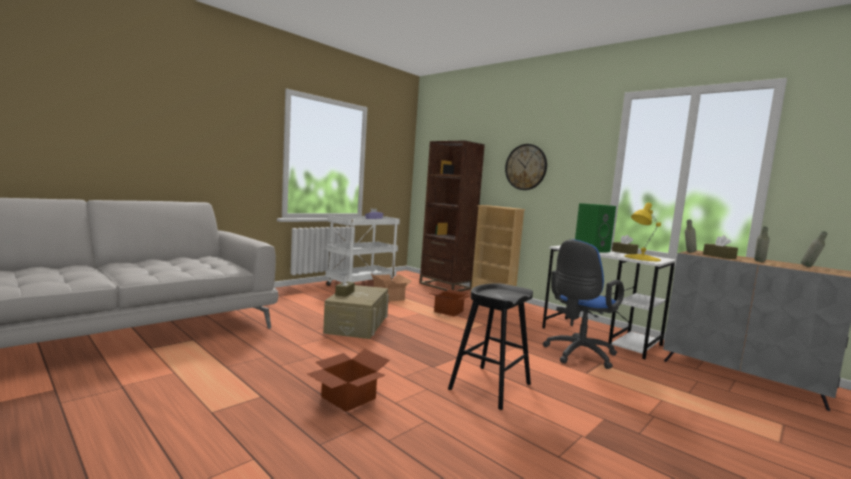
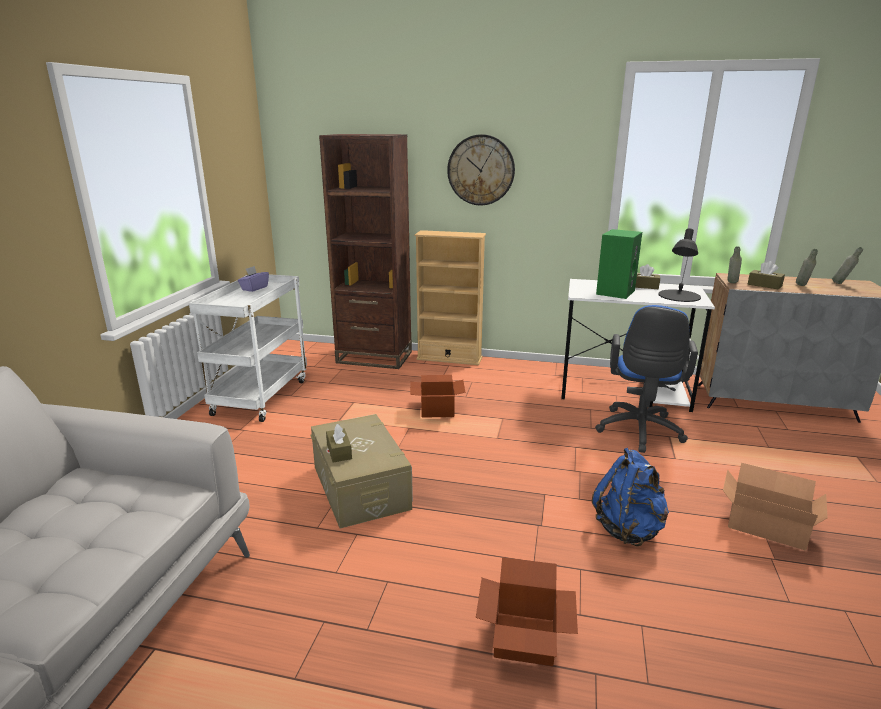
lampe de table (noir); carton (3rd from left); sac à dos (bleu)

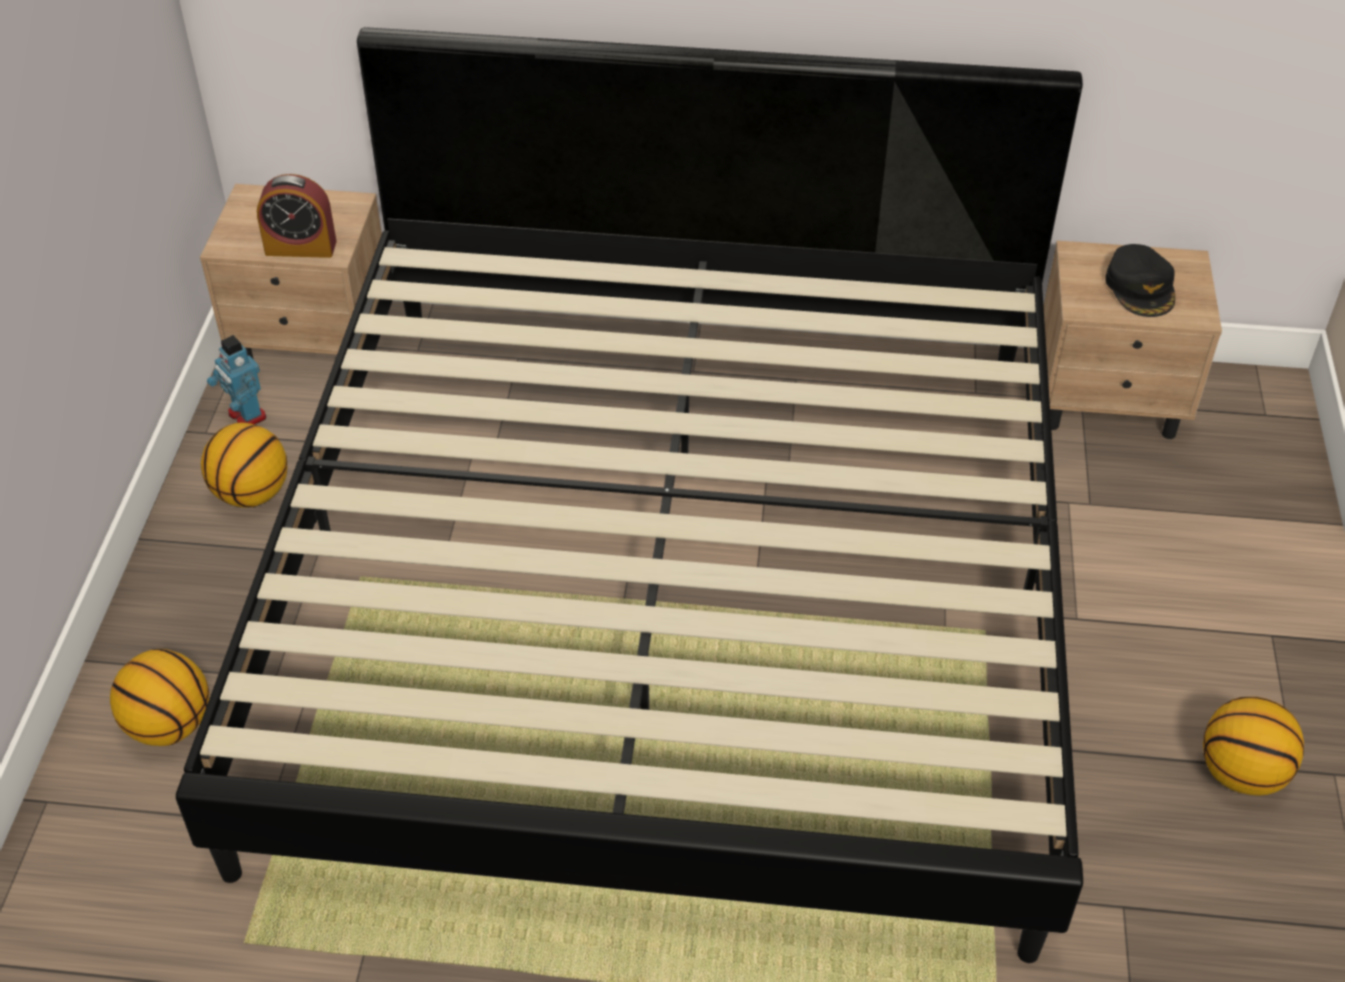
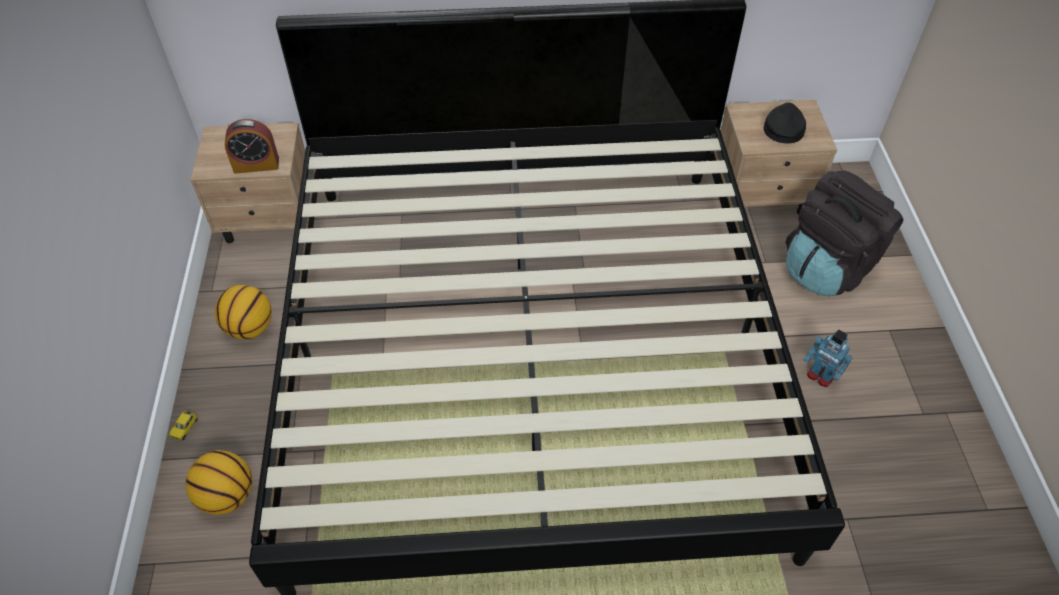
casquette (noir); robot jouet; ballon de basket (3rd from left in the first image); sac à dos (noir); petite voiture

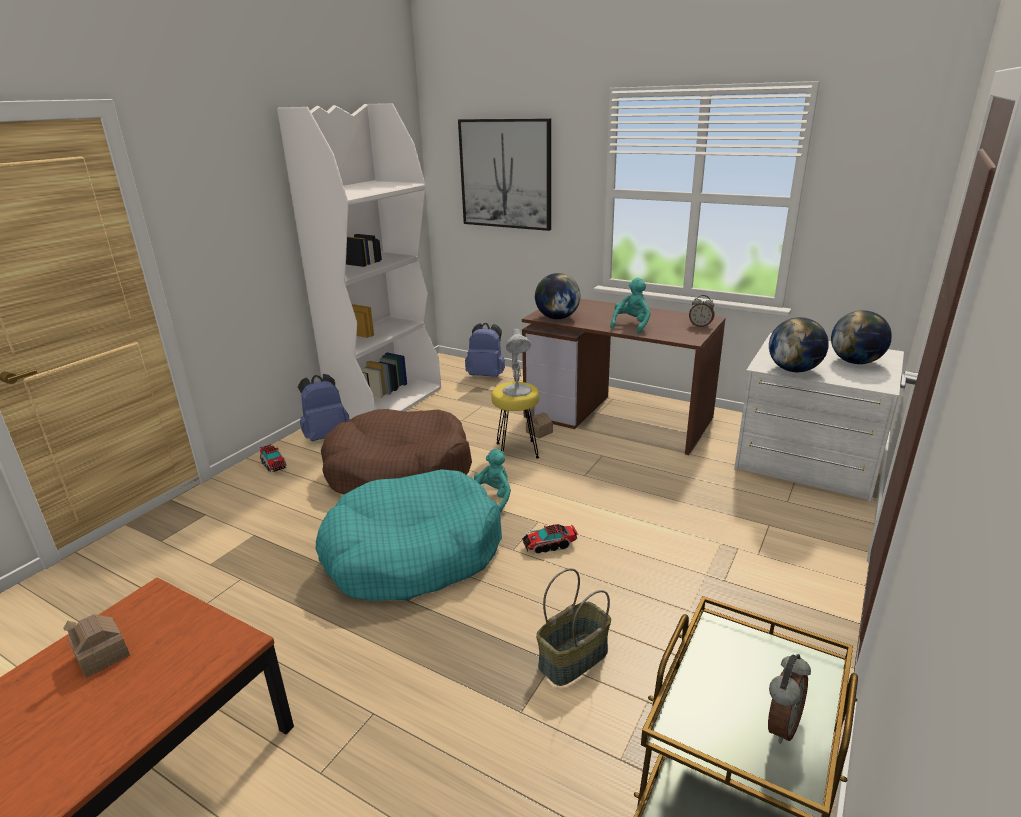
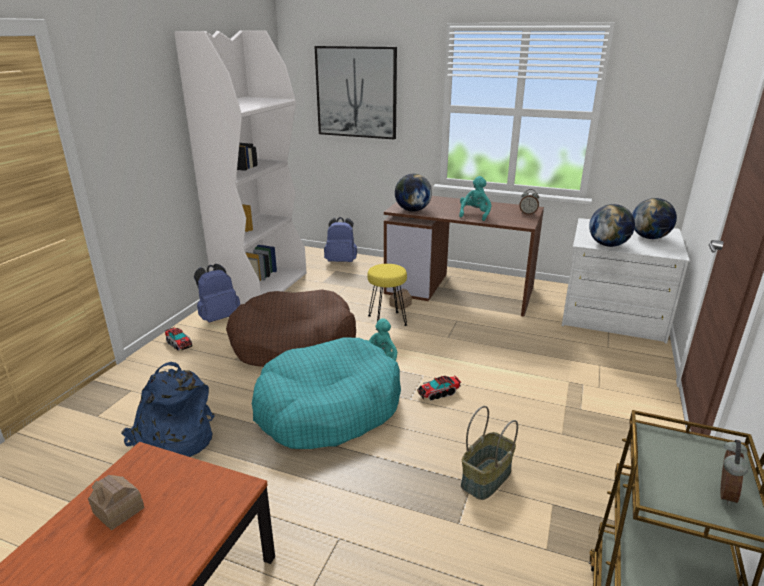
lampe de table (blanc); sac à dos (bleu) (1st from left)

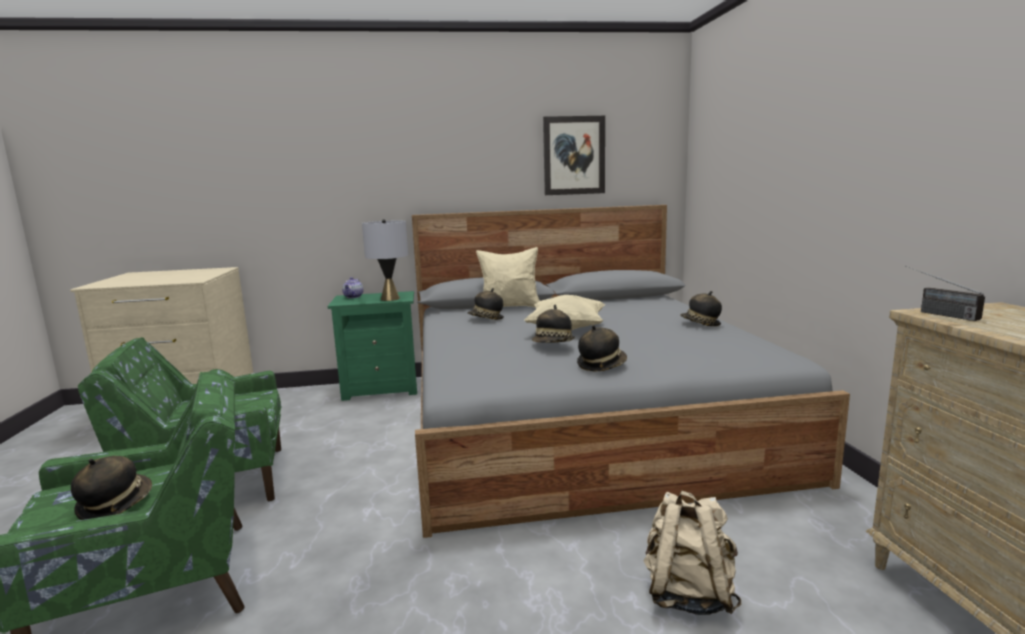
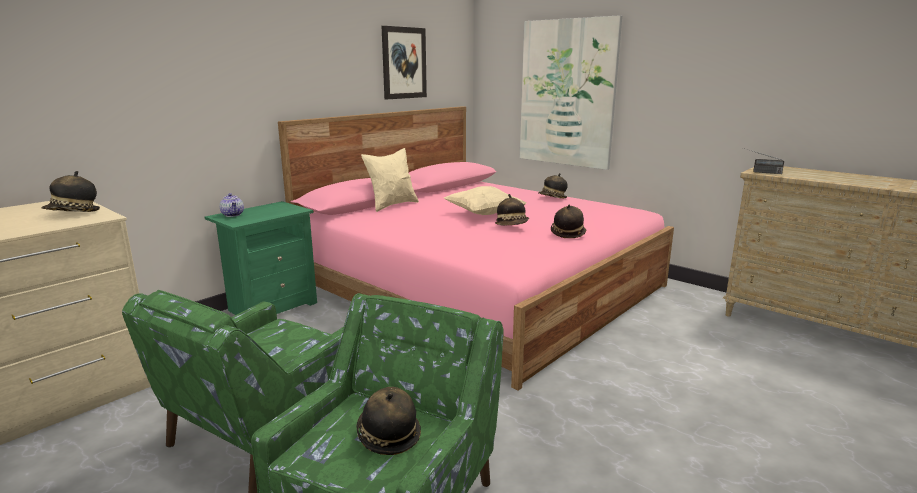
lit (rose); lampe de table (gris); chapeau (1st from left); sac à dos (beige); tableau (2nd from left)

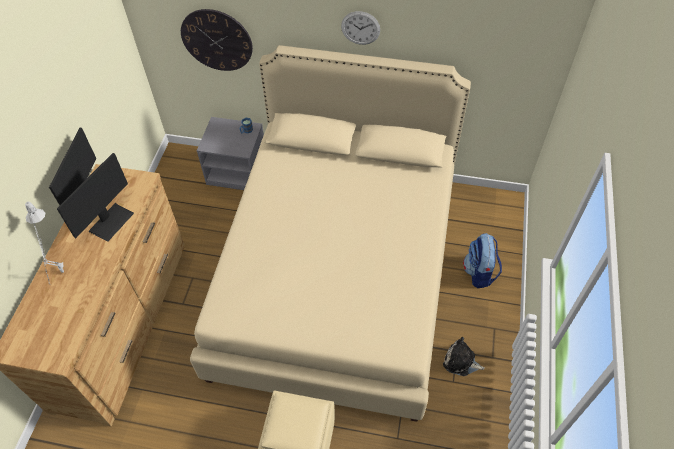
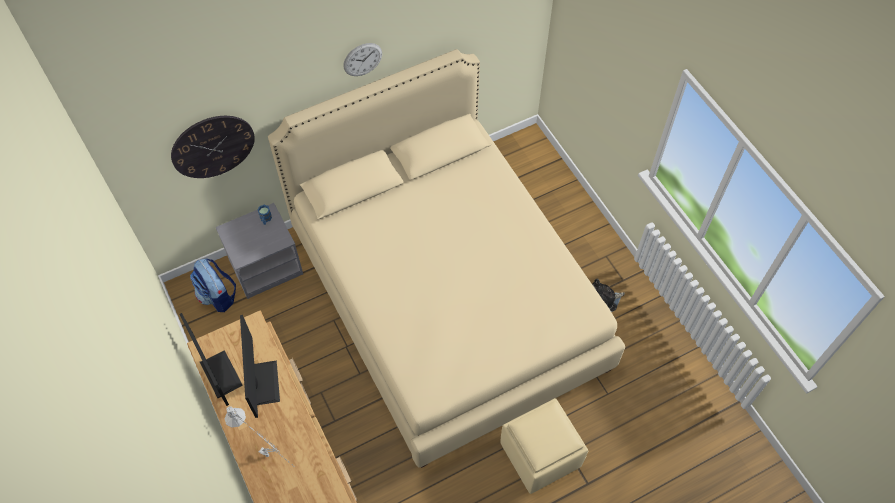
sac à dos

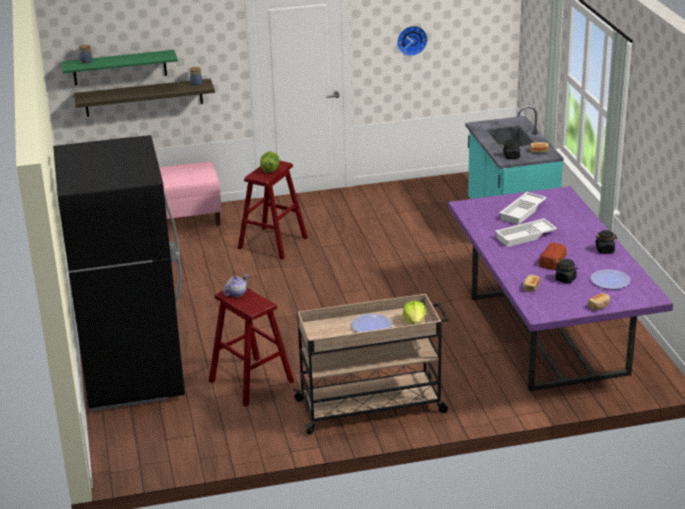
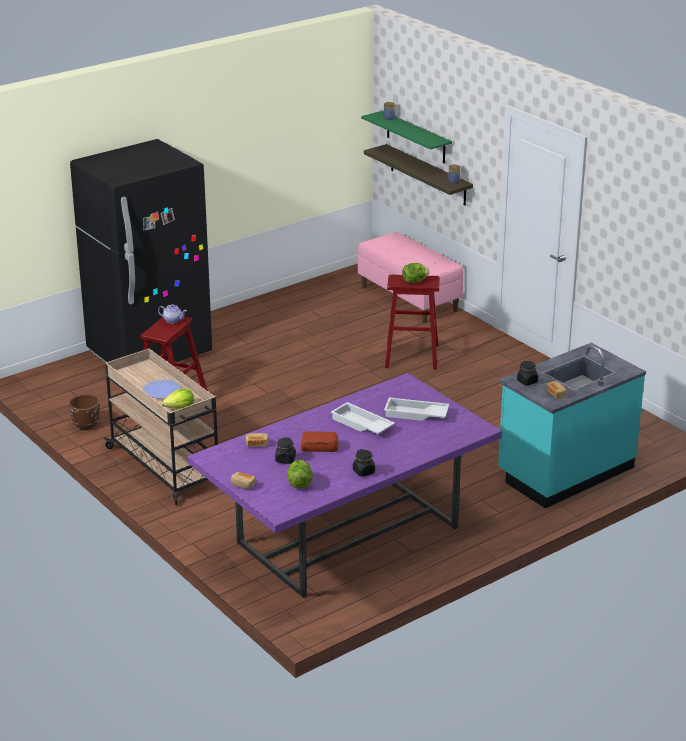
horloge murale; laitue (2nd from left); cache-pot (marron)

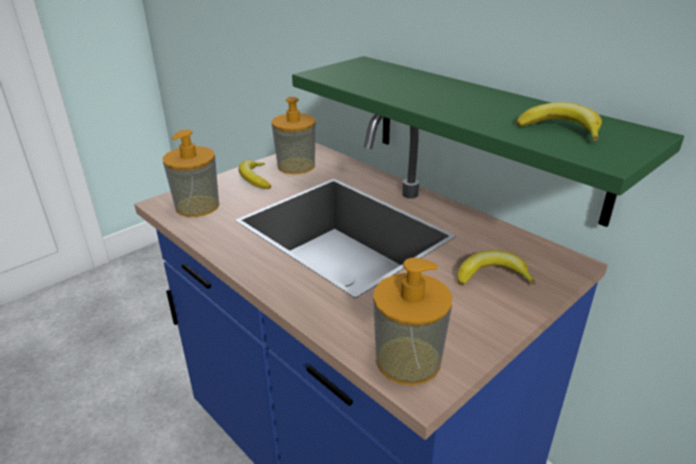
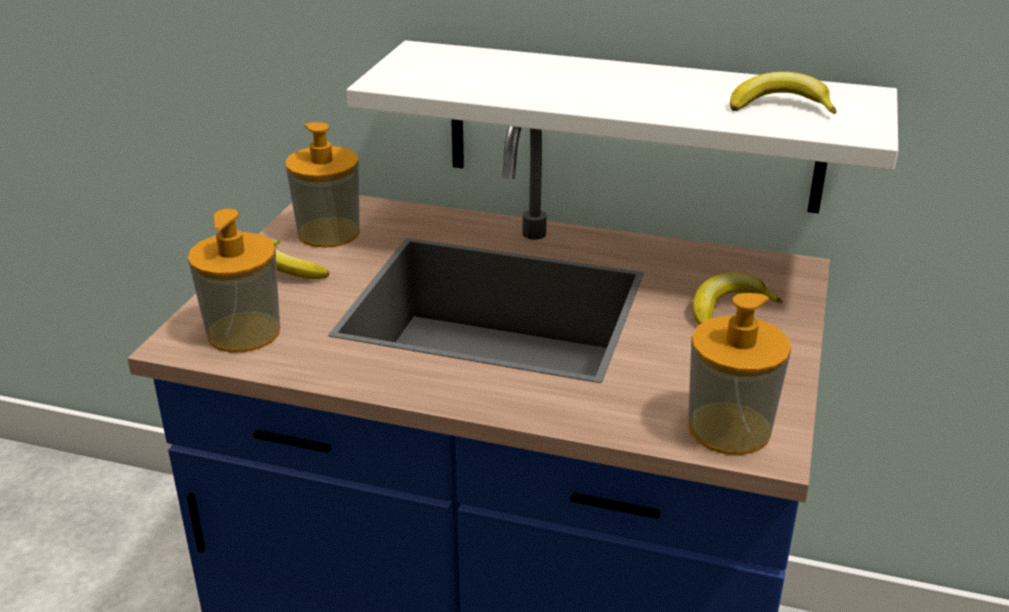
étagère (blanc)

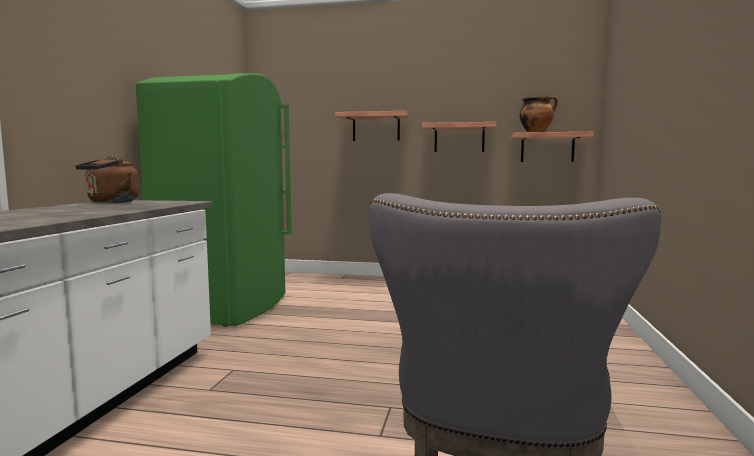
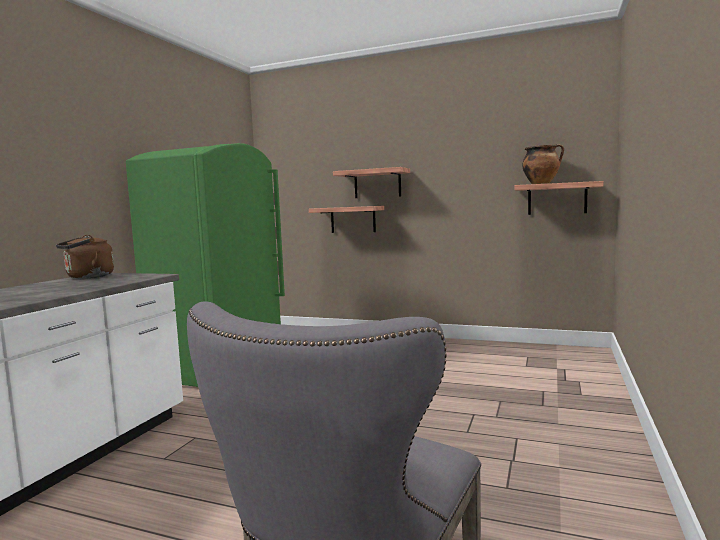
étagère (1st from left)

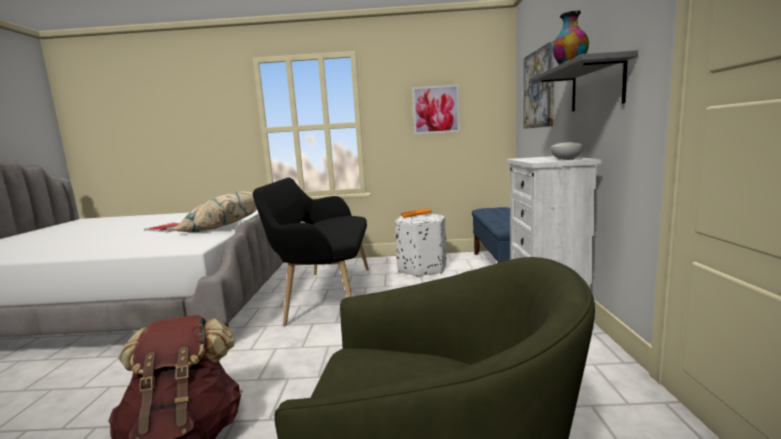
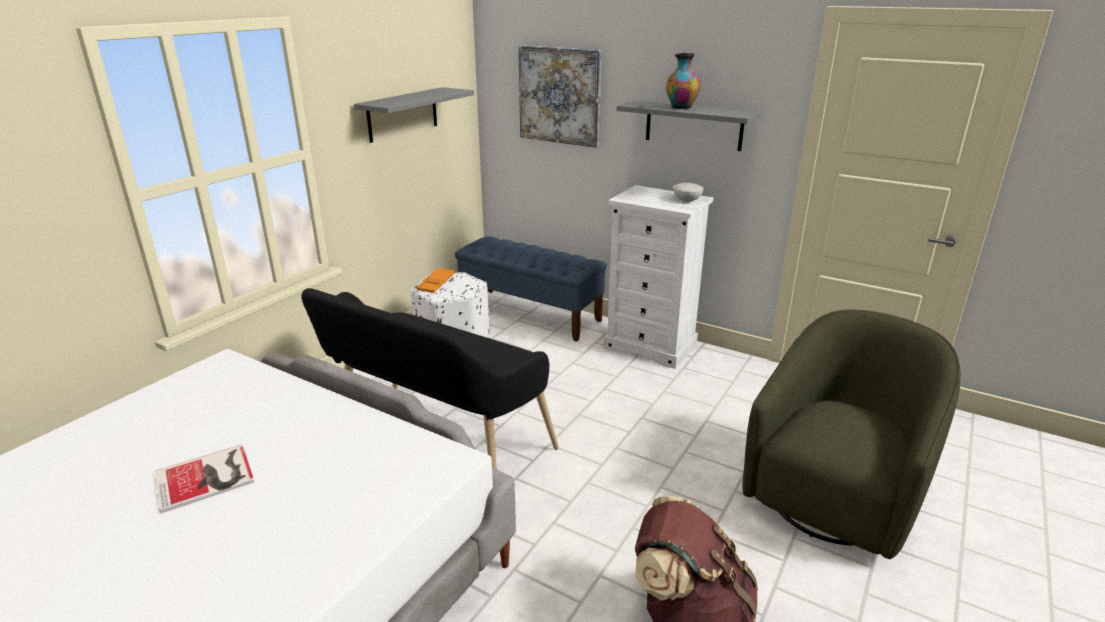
étagère (gris) (1st from left); coussin (beige)

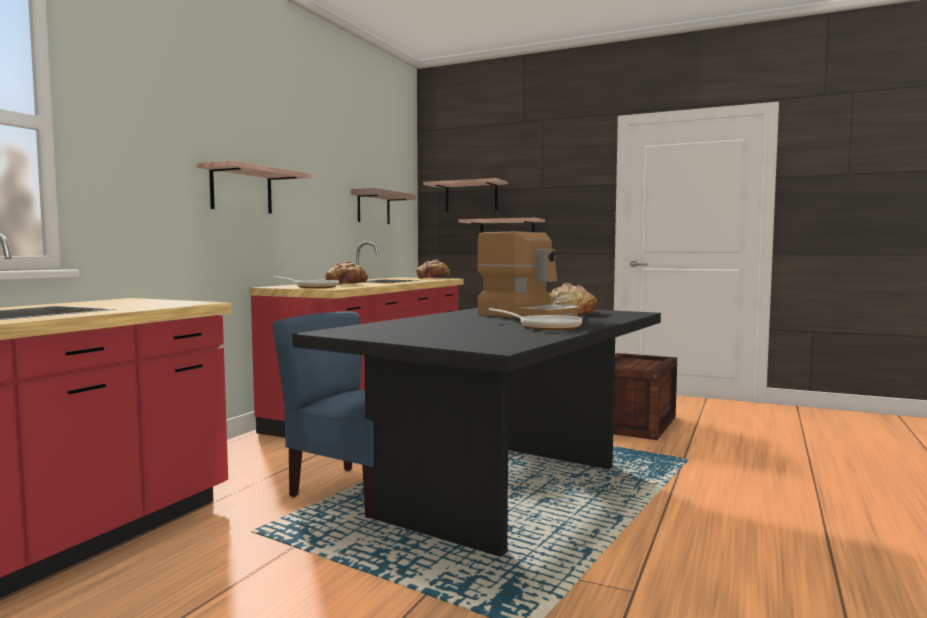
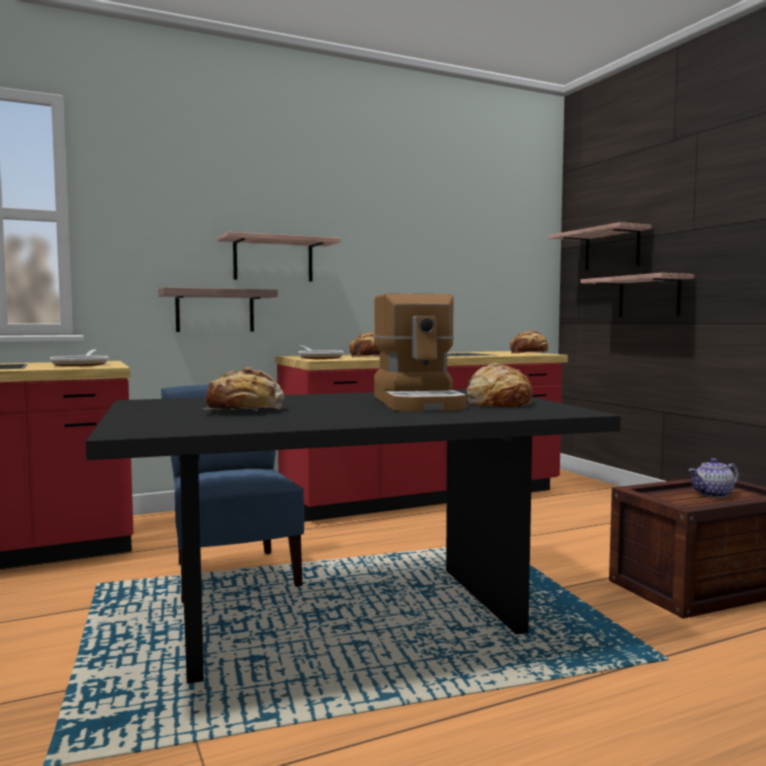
étagère (1st from left); poêle (1st from left); pain (1st from left); théière

